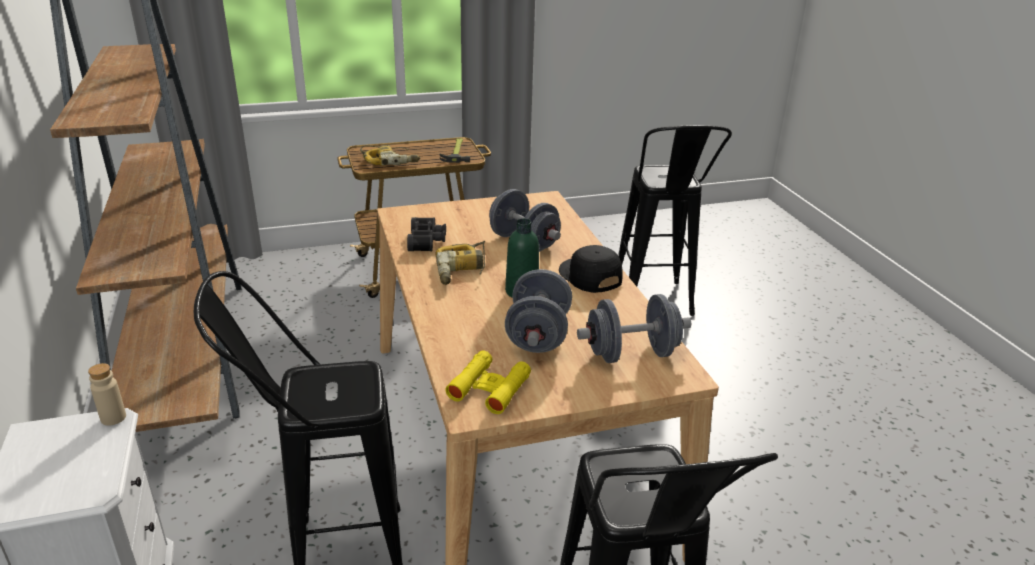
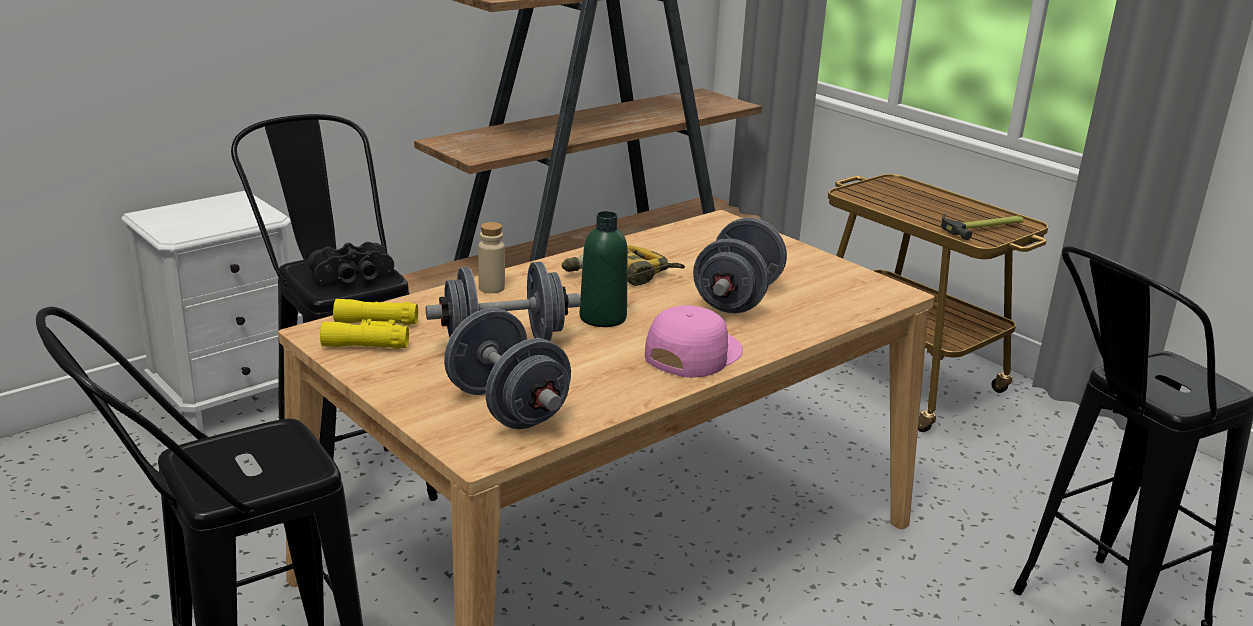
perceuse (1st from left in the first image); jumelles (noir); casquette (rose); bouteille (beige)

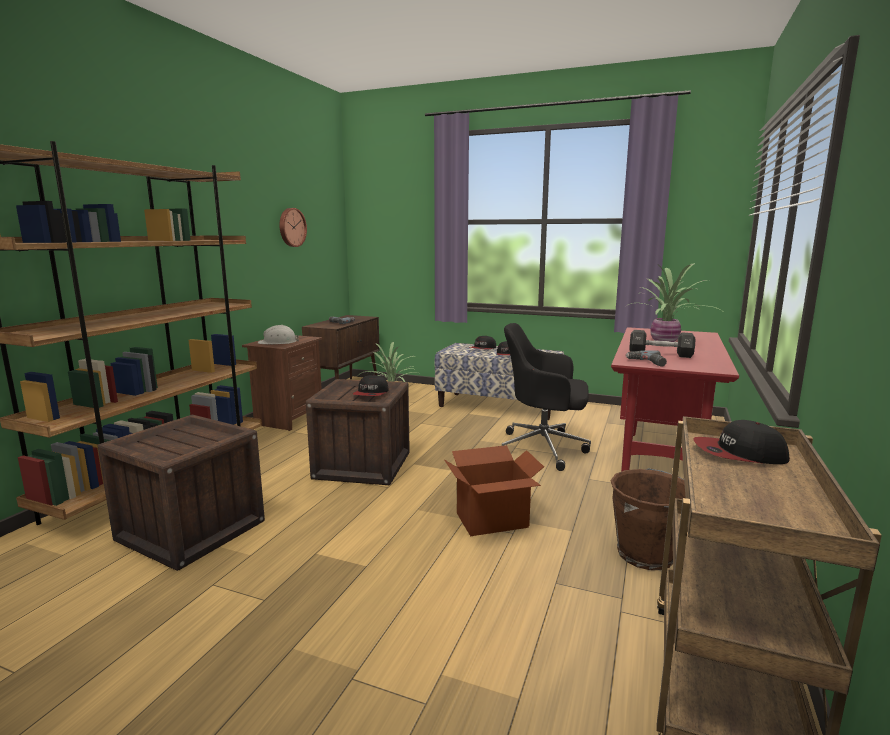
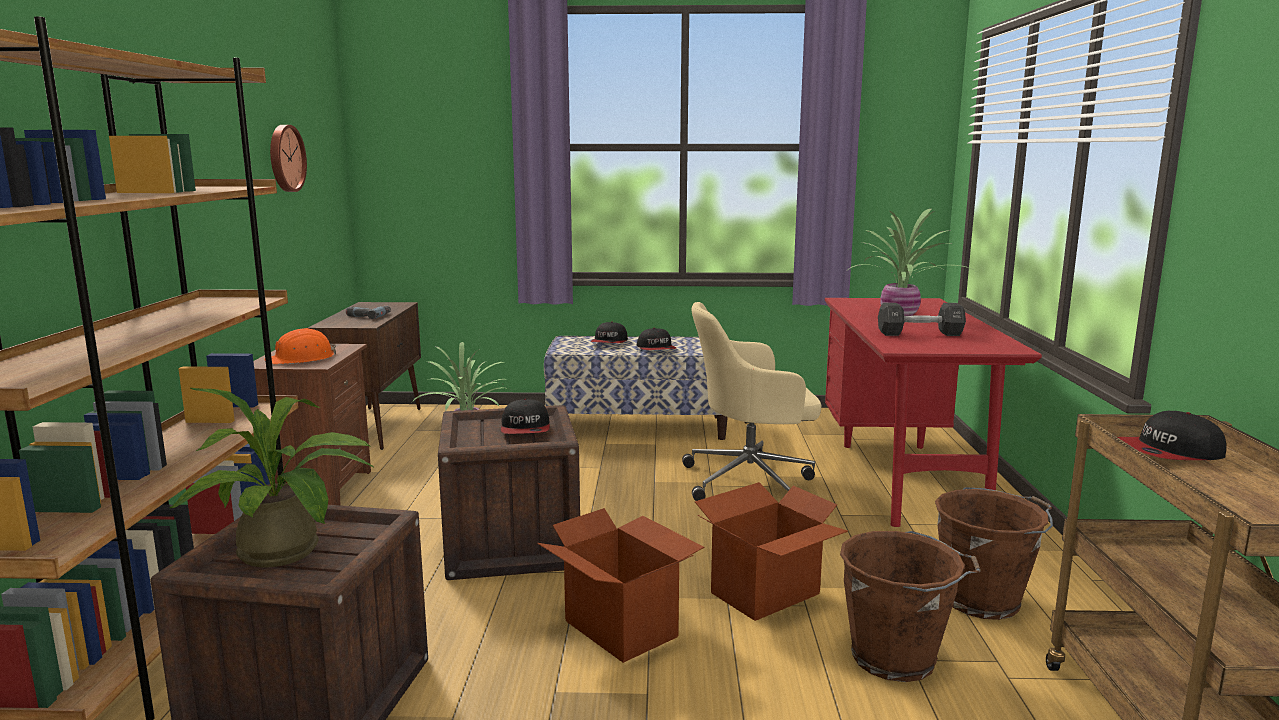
chaise de bureau (beige); casque de chantier (orange); perceuse (2nd from left in the first image); plante en pot (1st from left); carton (1st from left); seau (marron) (1st from left)

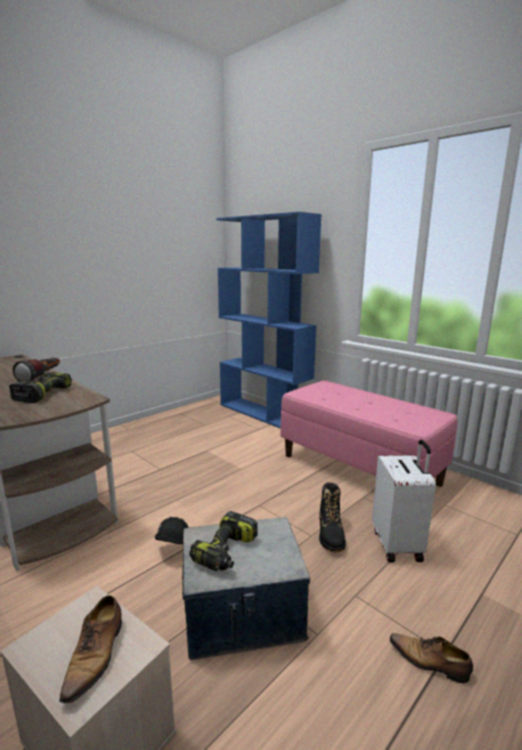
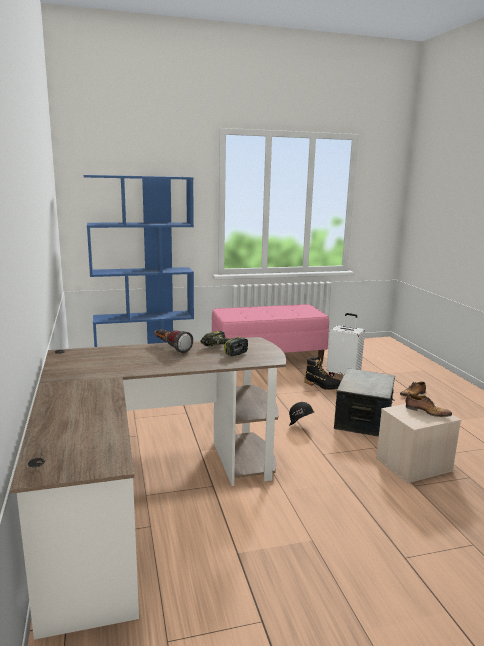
perceuse (2nd from left in the first image)

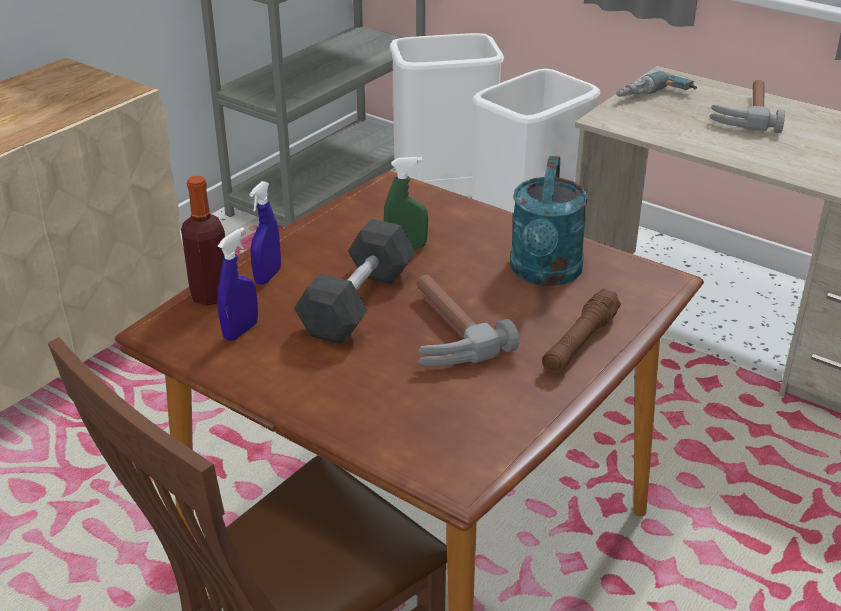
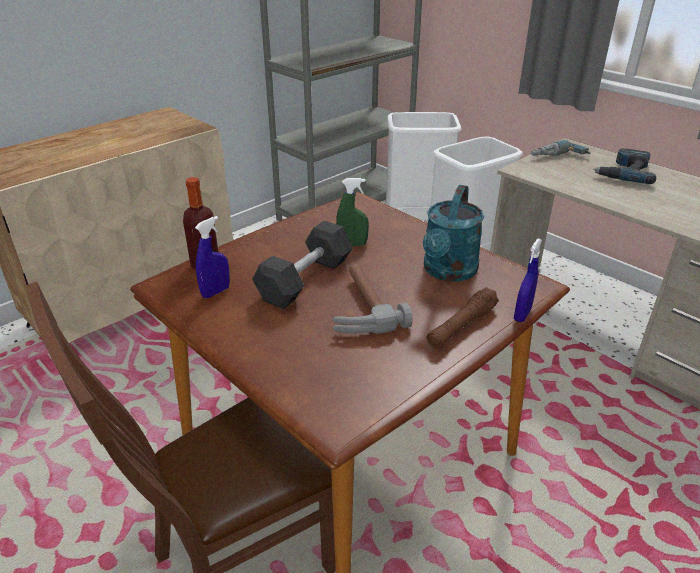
perceuse (2nd from left); vaporisateur (bleu) (2nd from left)

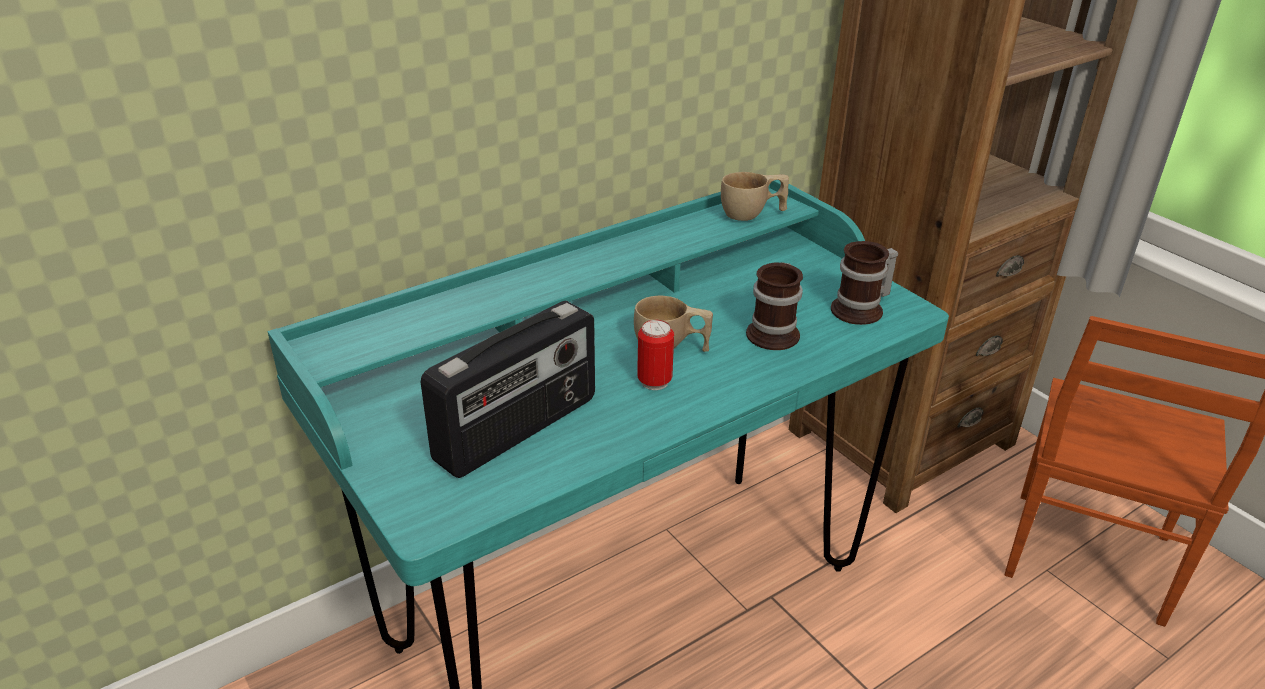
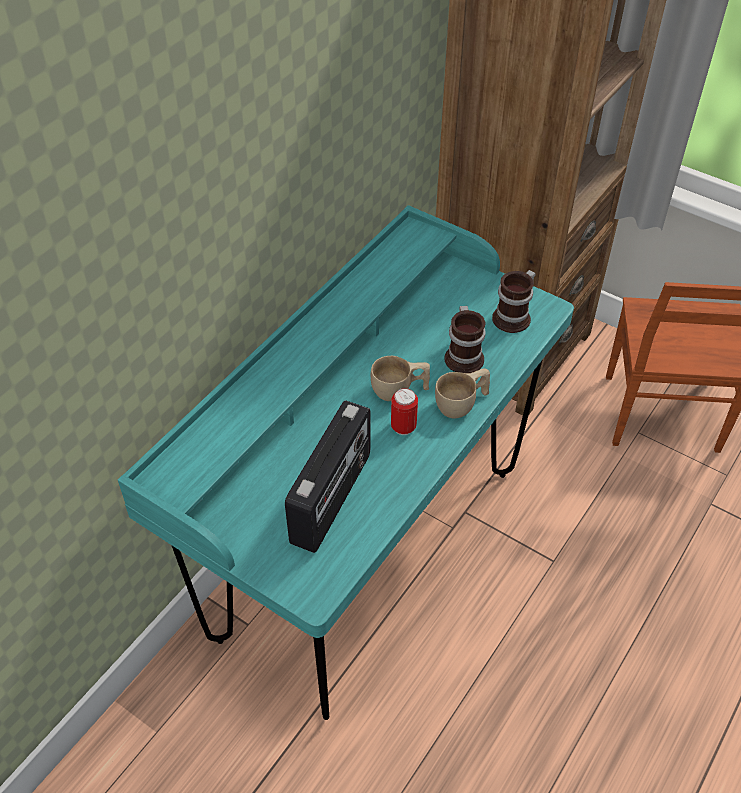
tasse (beige) (2nd from left)

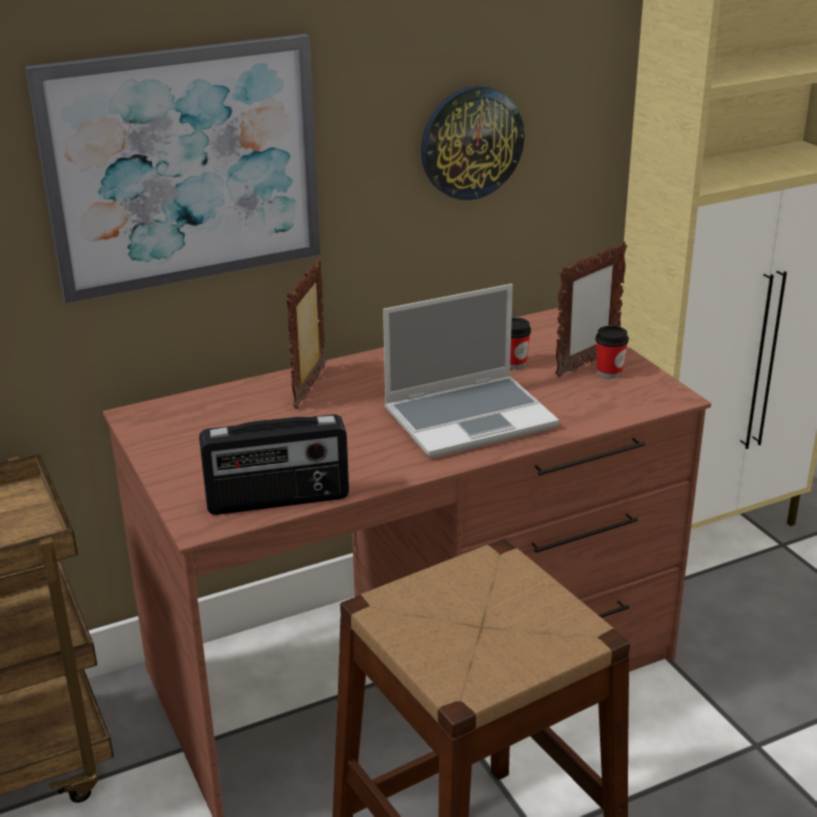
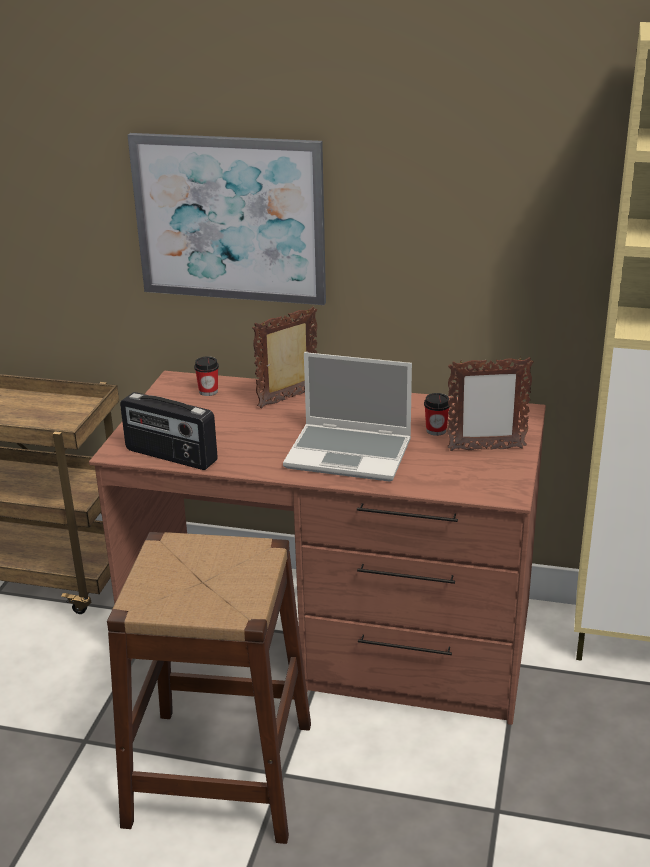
horloge murale; tasse (1st from left)

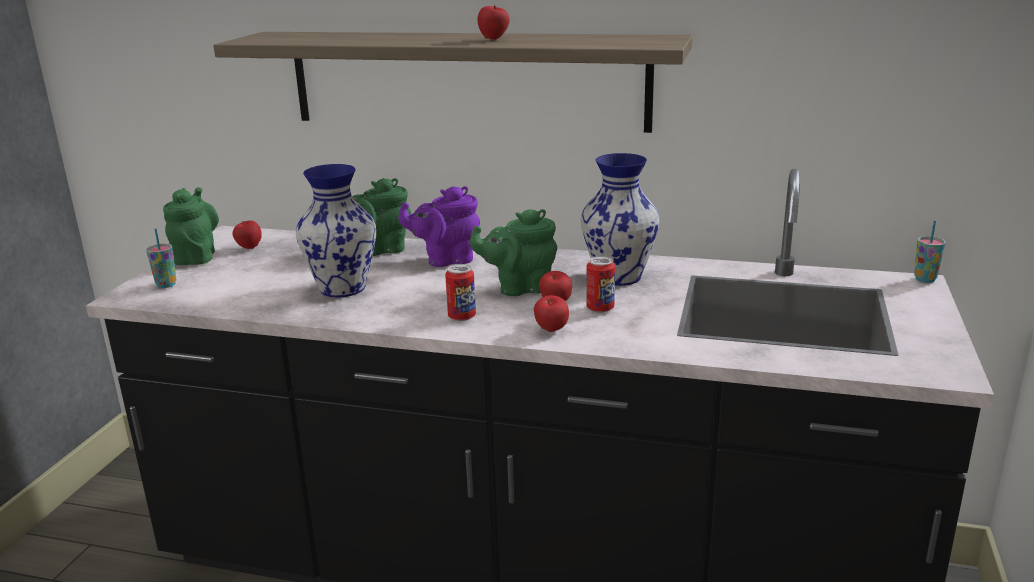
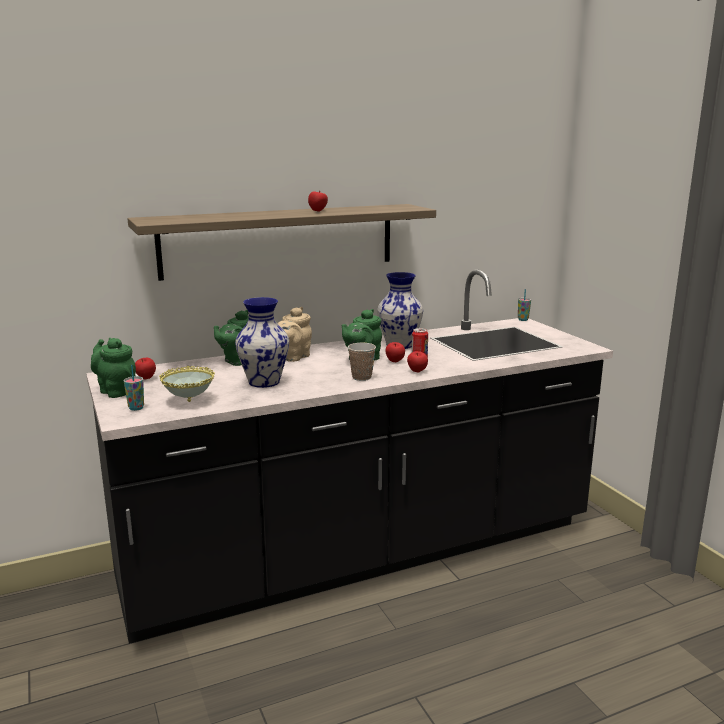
théière (beige); tasse (2nd from left); bol

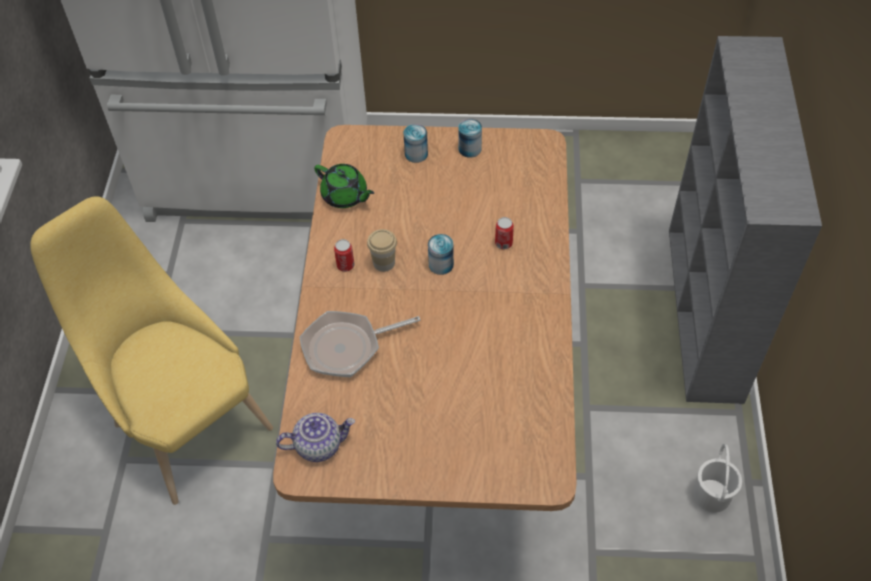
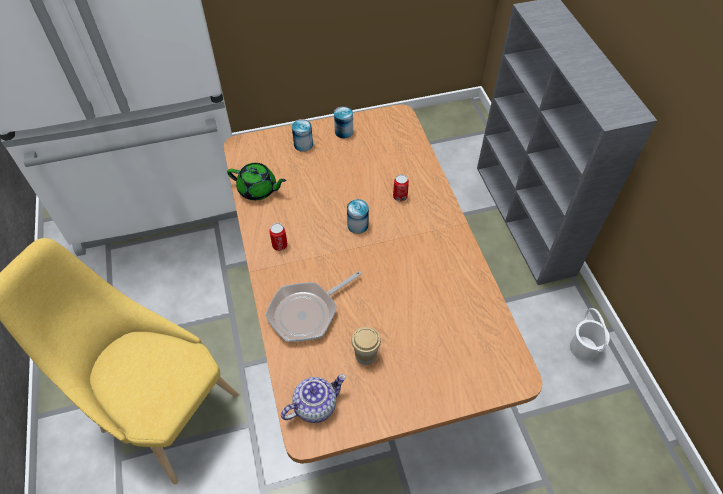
tasse

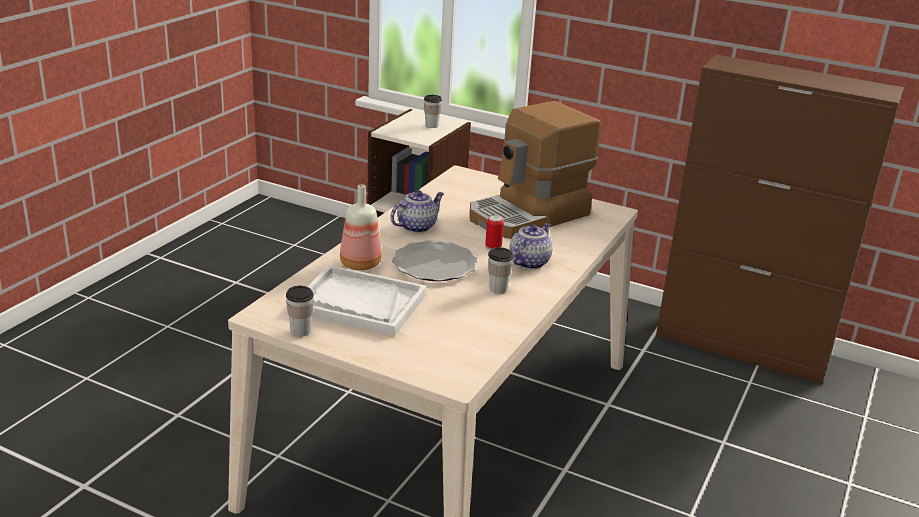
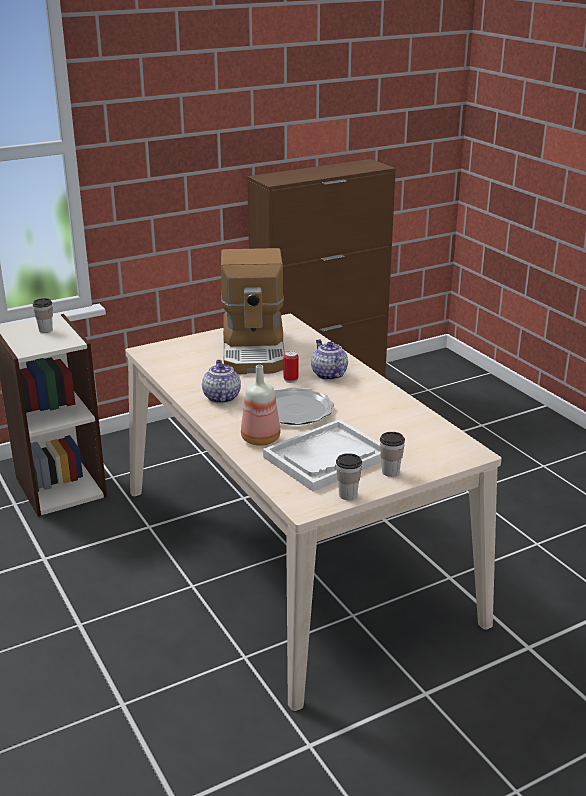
tasse (3rd from left)

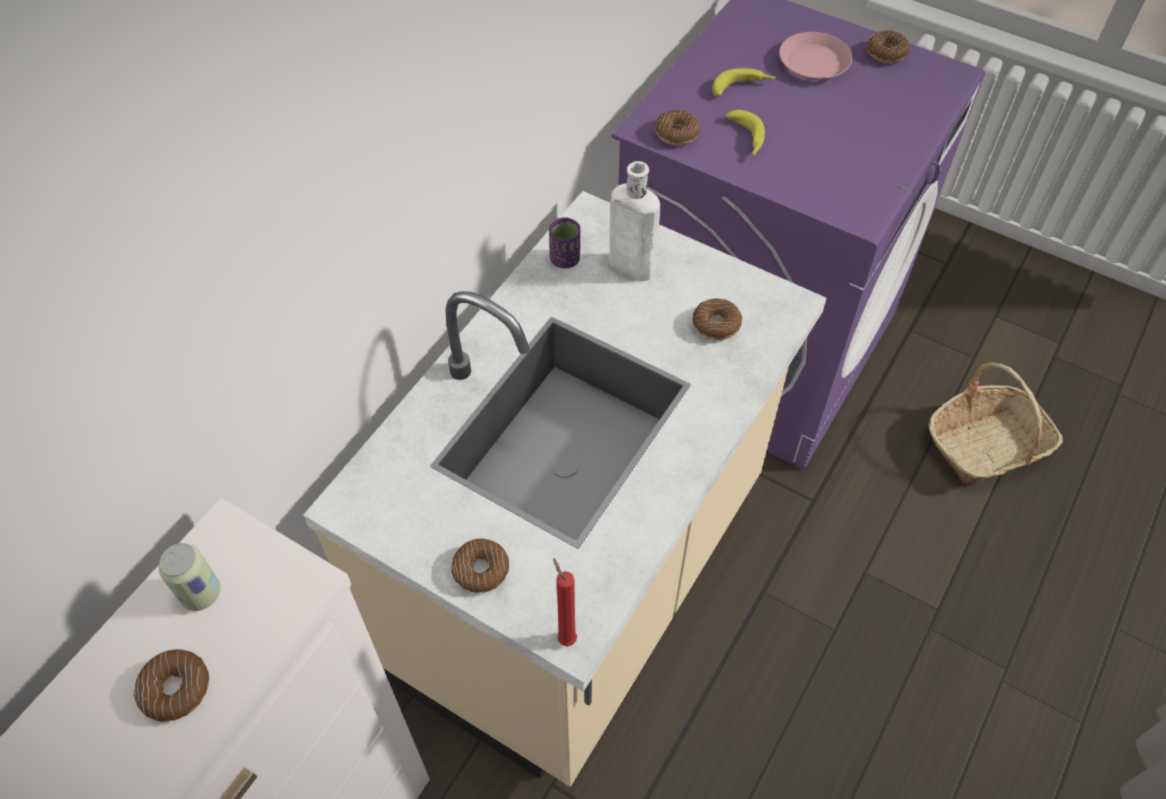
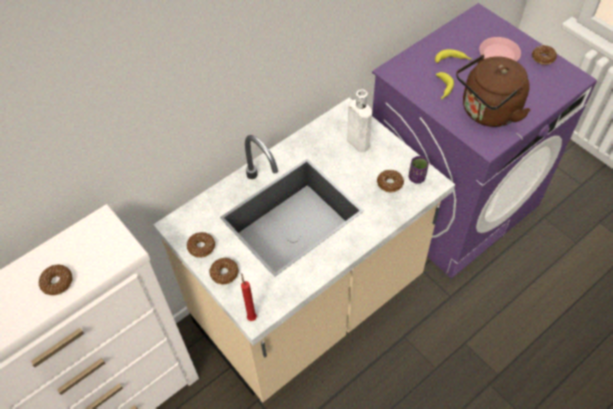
beignet (2nd from left); tasse (violet); panier; boîte métallique; bouilloire (marron)

